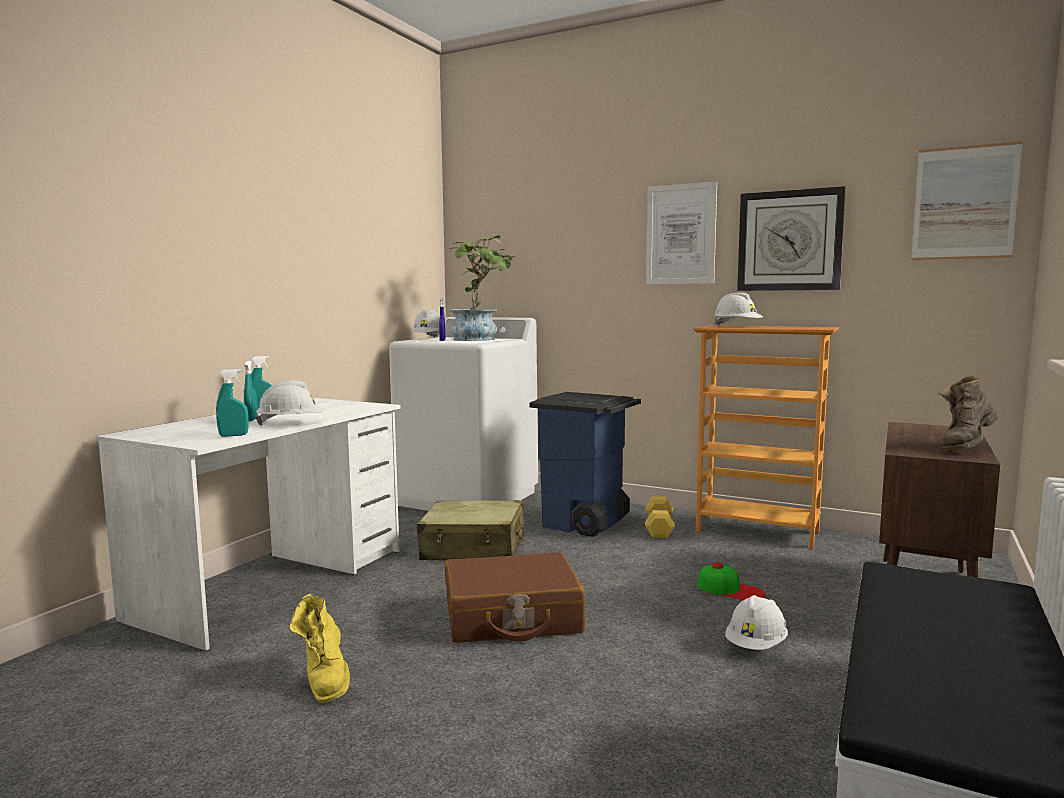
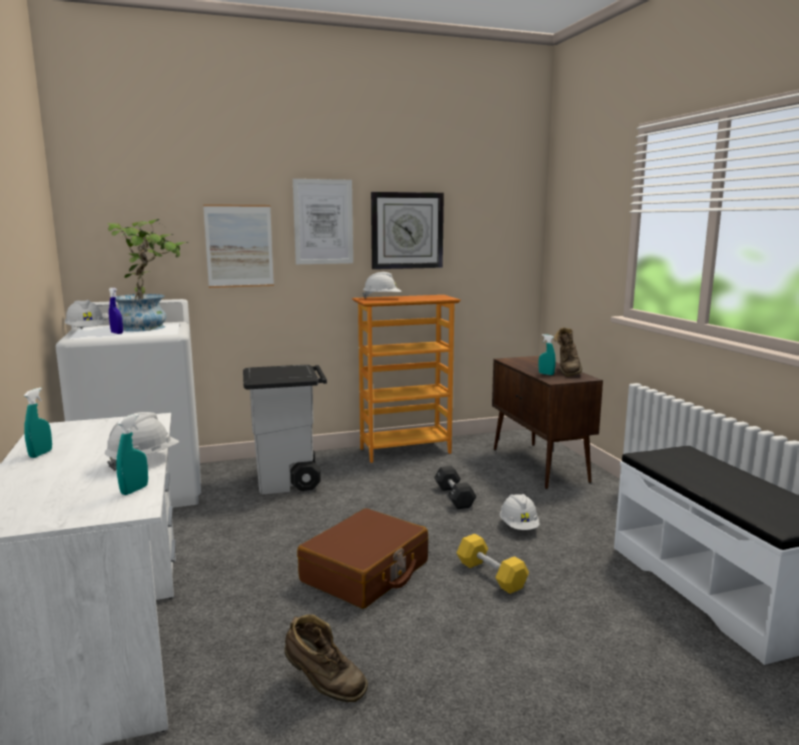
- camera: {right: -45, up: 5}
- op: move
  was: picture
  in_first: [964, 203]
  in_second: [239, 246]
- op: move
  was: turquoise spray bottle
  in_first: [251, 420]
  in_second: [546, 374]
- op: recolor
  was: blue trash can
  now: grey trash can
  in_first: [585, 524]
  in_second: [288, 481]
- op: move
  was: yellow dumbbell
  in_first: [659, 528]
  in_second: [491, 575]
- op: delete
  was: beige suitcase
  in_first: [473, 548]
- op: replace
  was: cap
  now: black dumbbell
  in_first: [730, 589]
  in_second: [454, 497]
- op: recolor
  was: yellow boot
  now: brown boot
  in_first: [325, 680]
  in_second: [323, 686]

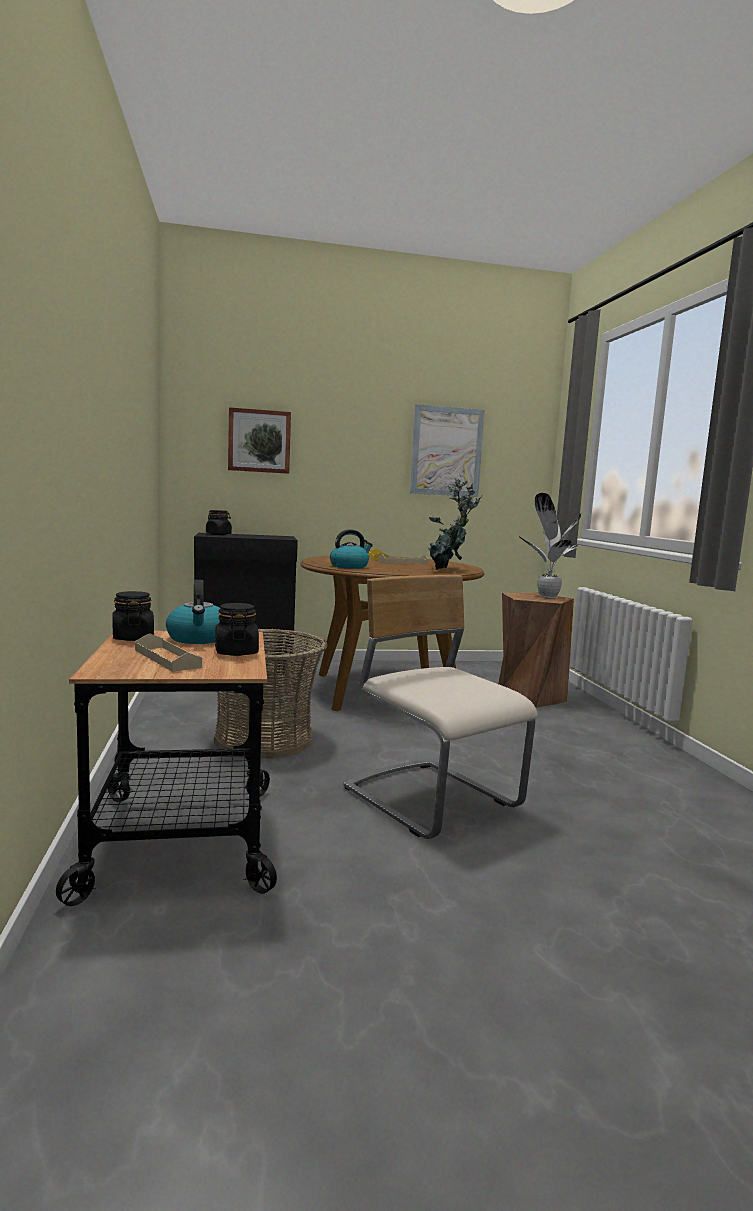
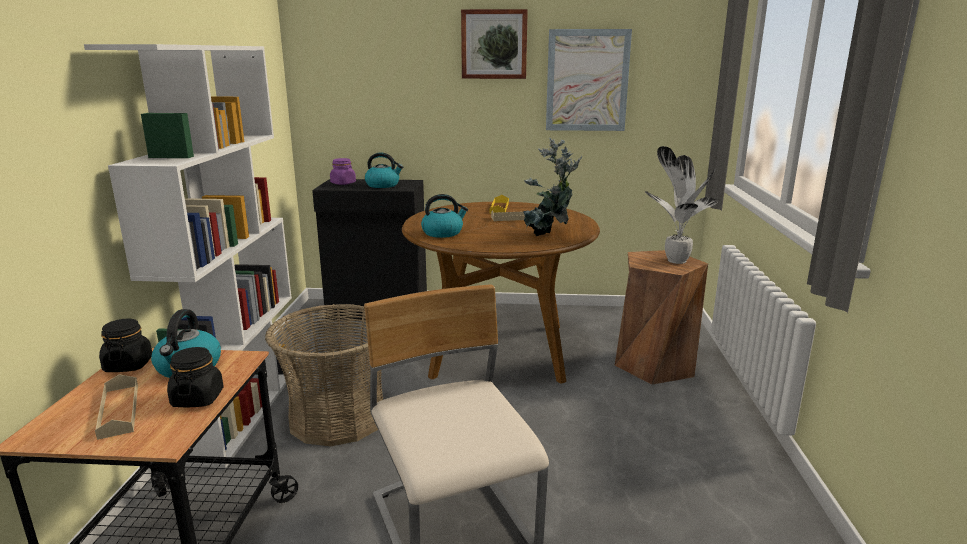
- camera: {right: 15, up: 10}
- op: move
  was: picture
  in_first: [259, 441]
  in_second: [494, 44]
- op: recolor
  was: black jar
  now: purple jar
  in_first: [218, 534]
  in_second: [343, 183]
- op: insert
  now: white bookcase
  in_second: [241, 409]
- op: insert
  now: kettle
  in_second: [383, 185]

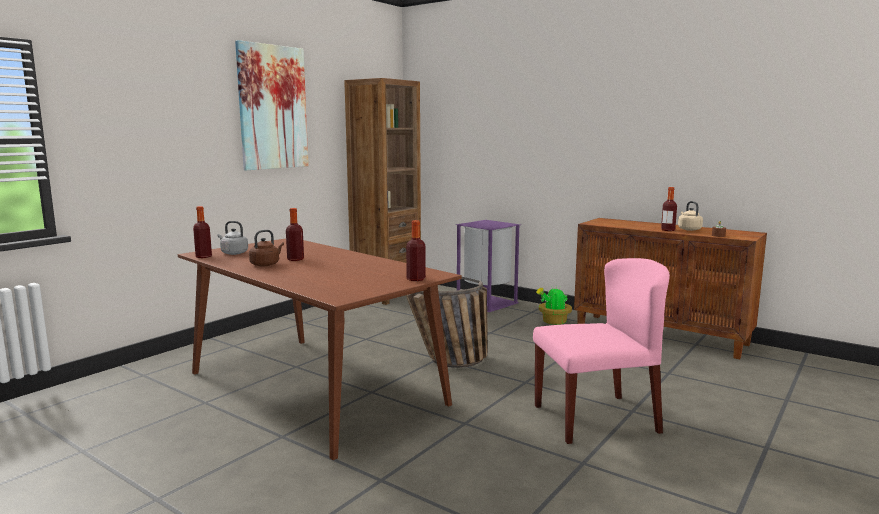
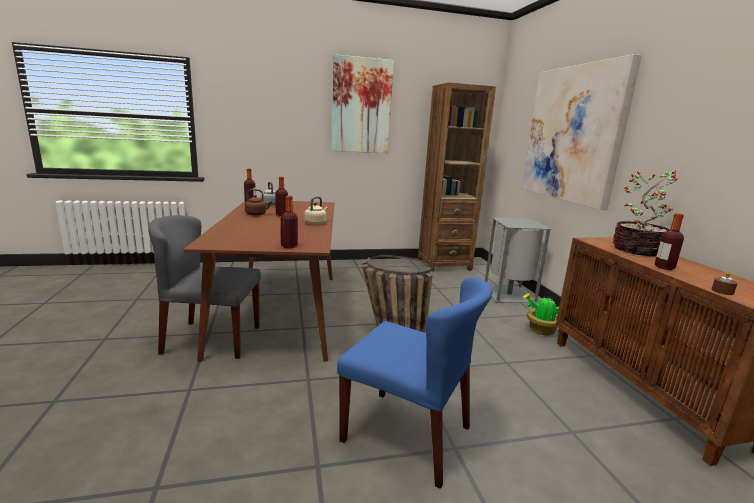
- camera: {right: 40, up: 5}
- op: move
  was: beige kettle
  in_first: [688, 229]
  in_second: [316, 223]
- op: recolor
  was: purple trash can
  now: grey trash can
  in_first: [488, 303]
  in_second: [510, 294]
- op: recolor
  was: pink chair
  now: blue chair
  in_first: [596, 418]
  in_second: [407, 434]
- op: insert
  now: picture
  in_second: [573, 134]
- op: insert
  now: potted plant
  in_second: [638, 250]
- op: insert
  now: grey chair
  in_second: [211, 339]

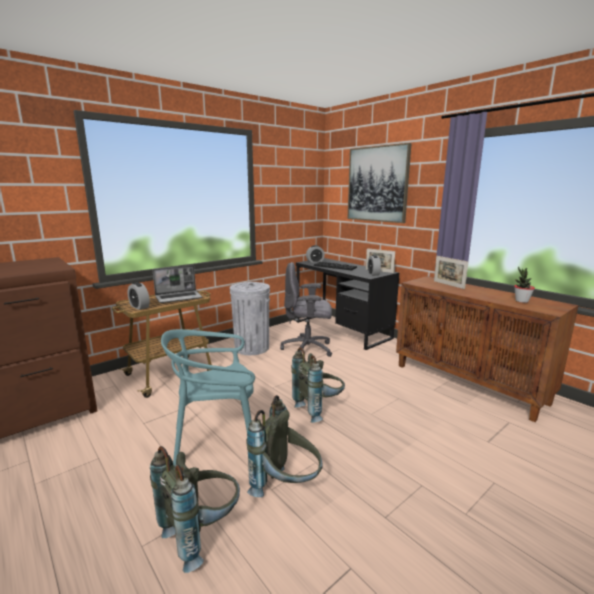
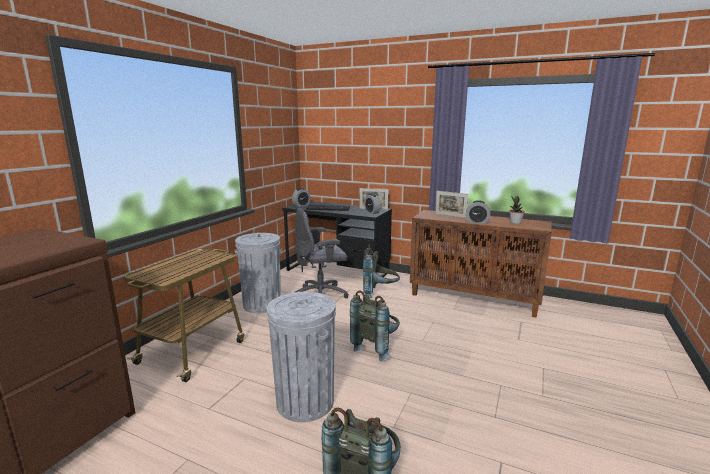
- camera: {right: -25, up: 0}
- op: delete
  was: picture
  in_first: [377, 184]
- op: delete
  was: laptop
  in_first: [179, 297]
- op: move
  was: alarm clock
  in_first: [139, 307]
  in_second: [477, 222]
- op: replace
  was: turquoise chair
  now: grey trash can
  in_first: [216, 440]
  in_second: [305, 402]
- op: move
  was: grey backpack
  in_first: [287, 487]
  in_second: [379, 294]

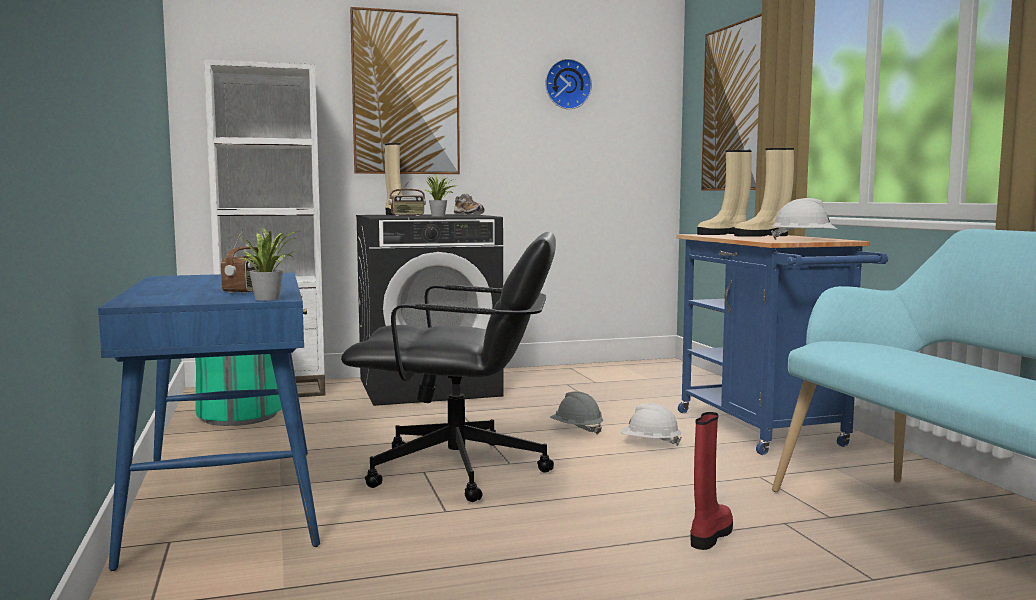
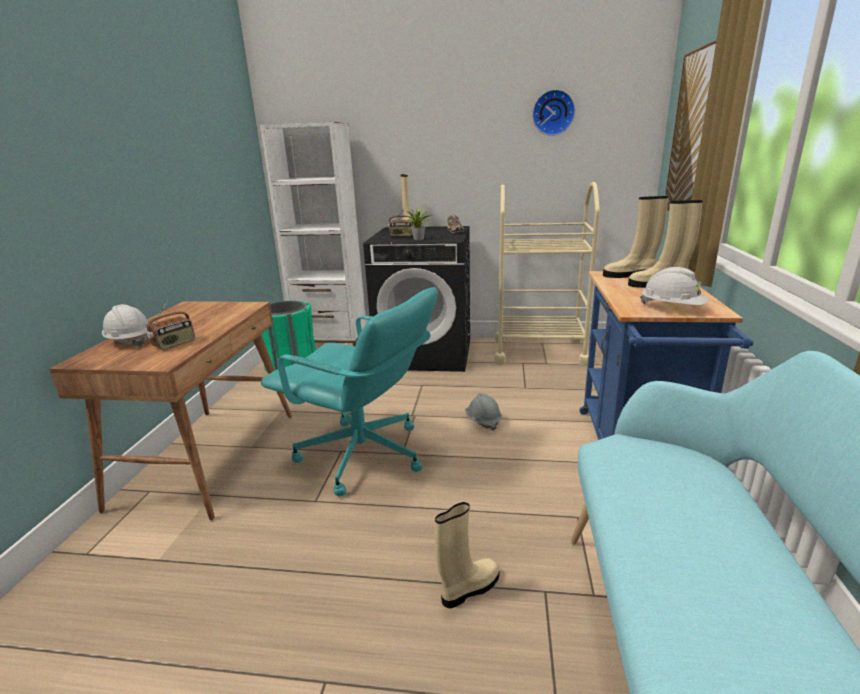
- camera: {right: 25, up: 15}
- op: delete
  was: picture
  in_first: [406, 93]
- op: delete
  was: potted plant
  in_first: [270, 298]
- op: recolor
  was: black office chair
  now: turquoise office chair
  in_first: [459, 471]
  in_second: [363, 456]
- op: recolor
  was: blue desk
  now: brown desk
  in_first: [225, 502]
  in_second: [209, 457]
- op: move
  was: white hard hat
  in_first: [650, 443]
  in_second: [129, 341]
- op: recolor
  was: red boot
  now: beige boot
  in_first: [710, 535]
  in_second: [469, 588]
- op: insert
  now: beige cart
  in_second: [539, 351]

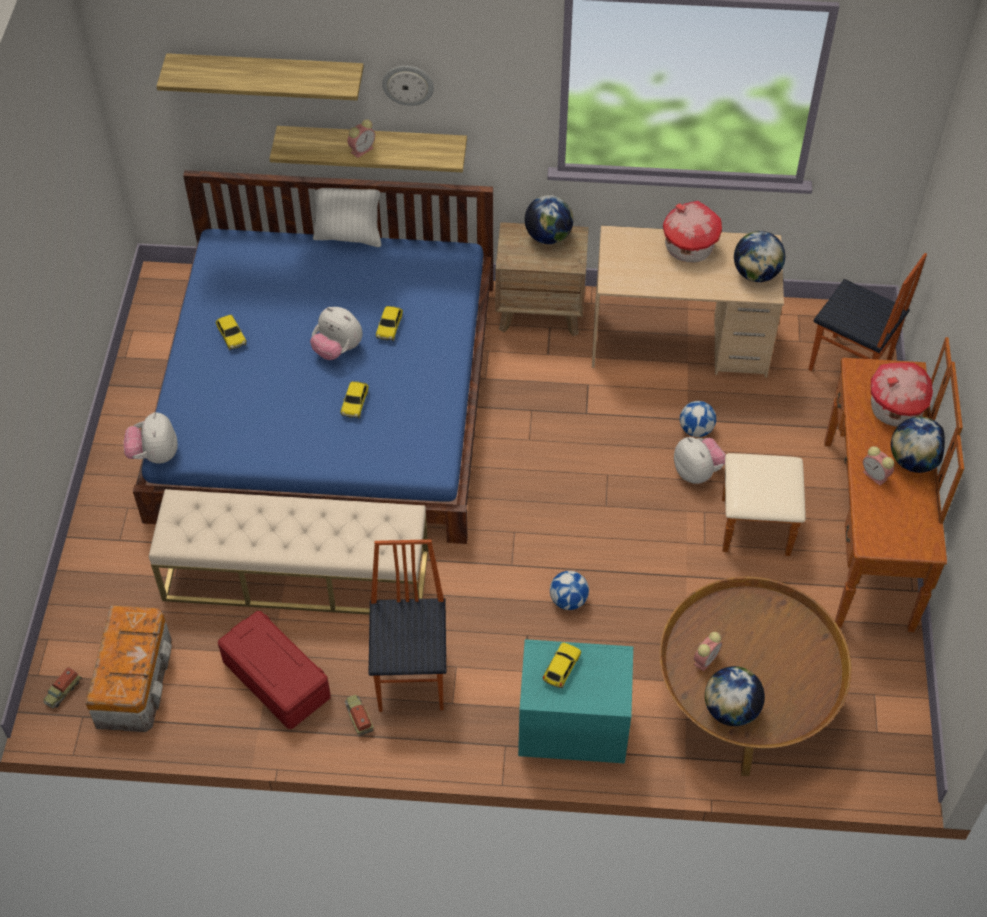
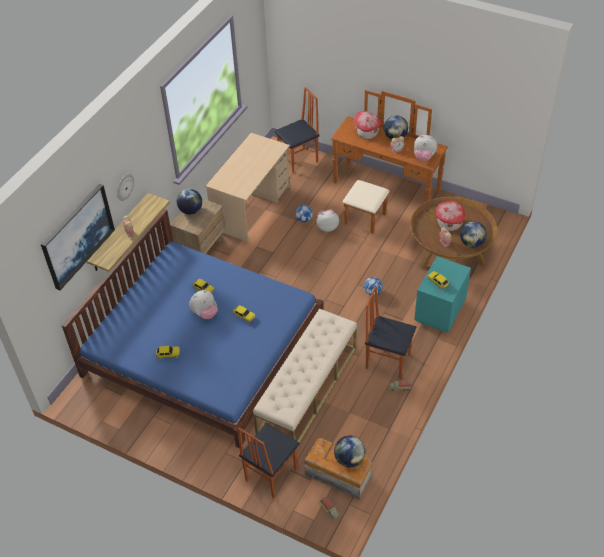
- camera: {right: -65, up: -5}
- op: replace
  was: shelf
  now: picture
  in_first: [266, 74]
  in_second: [77, 235]
- op: delete
  was: white pillow
  in_first: [349, 236]
- op: move
  was: toy house
  in_first: [688, 247]
  in_second: [449, 223]
- op: move
  was: globe
  in_first: [756, 274]
  in_second: [349, 459]
- op: move
  was: plush toy
  in_first: [155, 455]
  in_second: [424, 157]
- op: delete
  was: red storage box
  in_first: [275, 680]
- op: insert
  now: chair
  in_second: [270, 474]

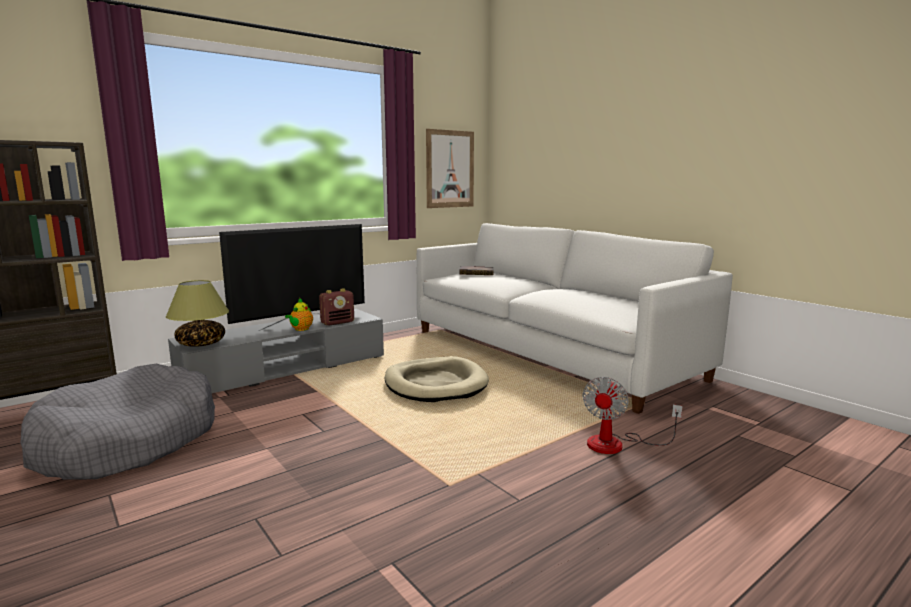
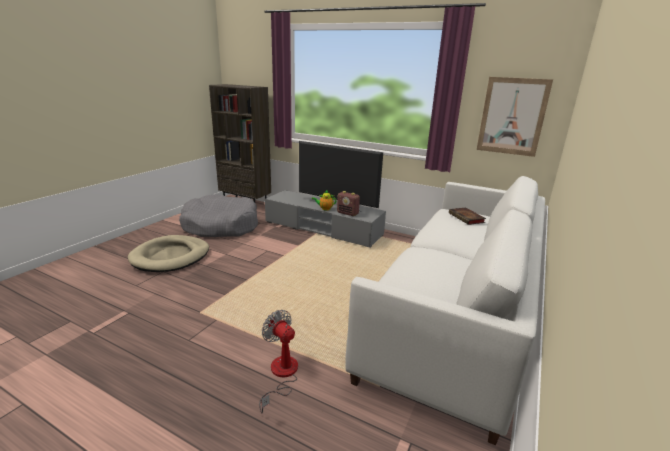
- camera: {right: 65, up: 10}
- op: delete
  was: table lamp
  in_first: [201, 343]
- op: move
  was: beige dog bed
  in_first: [435, 384]
  in_second: [171, 256]
- op: rotate
  was: fan
  in_first: [617, 444]
  in_second: [281, 375]
  clockwise: 45

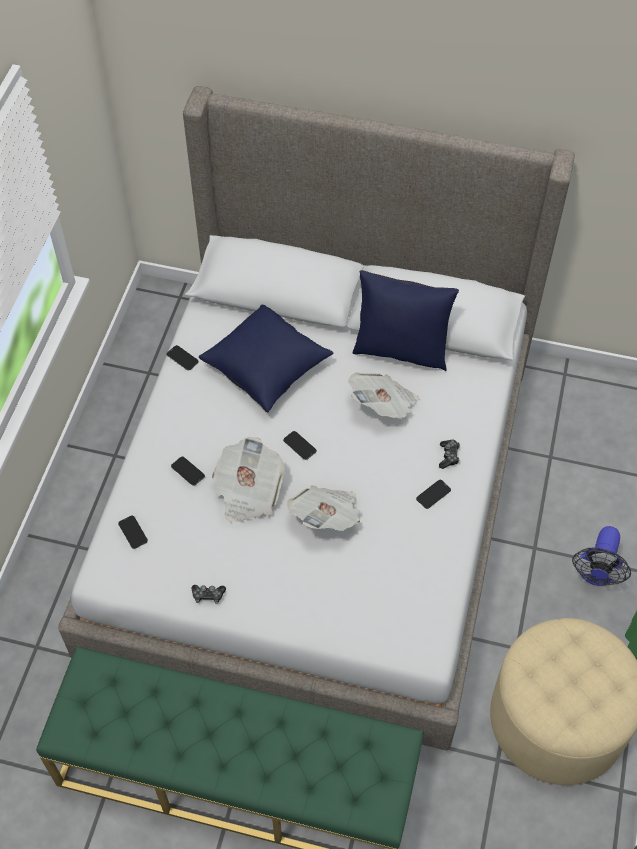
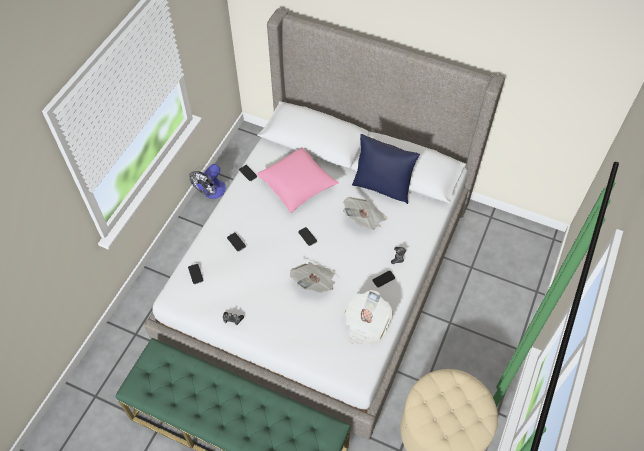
- camera: {right: 10, up: 0}
- op: recolor
  was: blue pillow
  now: pink pillow
  in_first: [267, 367]
  in_second: [297, 186]
- op: move
  was: newspaper
  in_first: [248, 492]
  in_second: [365, 325]
- op: move
  was: fan
  in_first: [596, 574]
  in_second: [211, 192]

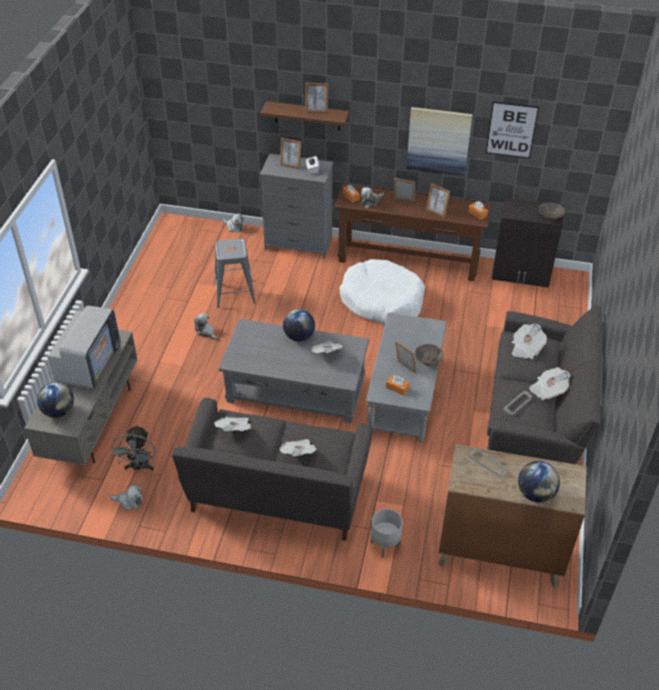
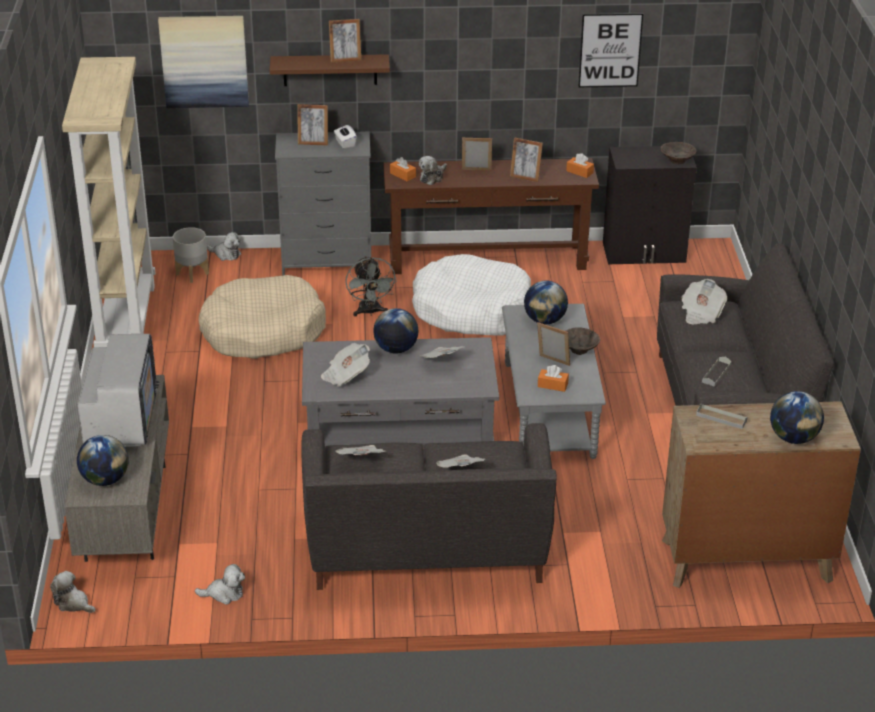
- camera: {right: -15, up: -10}
- op: move
  was: picture
  in_first: [438, 141]
  in_second: [204, 61]
- op: replace
  was: grey stool
  now: beige dog bed
  in_first: [234, 293]
  in_second: [262, 331]
- op: move
  was: plush toy
  in_first: [206, 332]
  in_second: [73, 603]
- op: move
  was: newspaper
  in_first: [547, 390]
  in_second: [345, 375]
- op: move
  was: grey fan
  in_first: [139, 467]
  in_second: [370, 312]
- op: move
  was: grey planter
  in_first: [385, 545]
  in_second: [192, 274]
- op: insert
  now: beige bookcase
  in_second: [126, 321]
- op: insert
  now: globe
  in_second: [545, 320]

